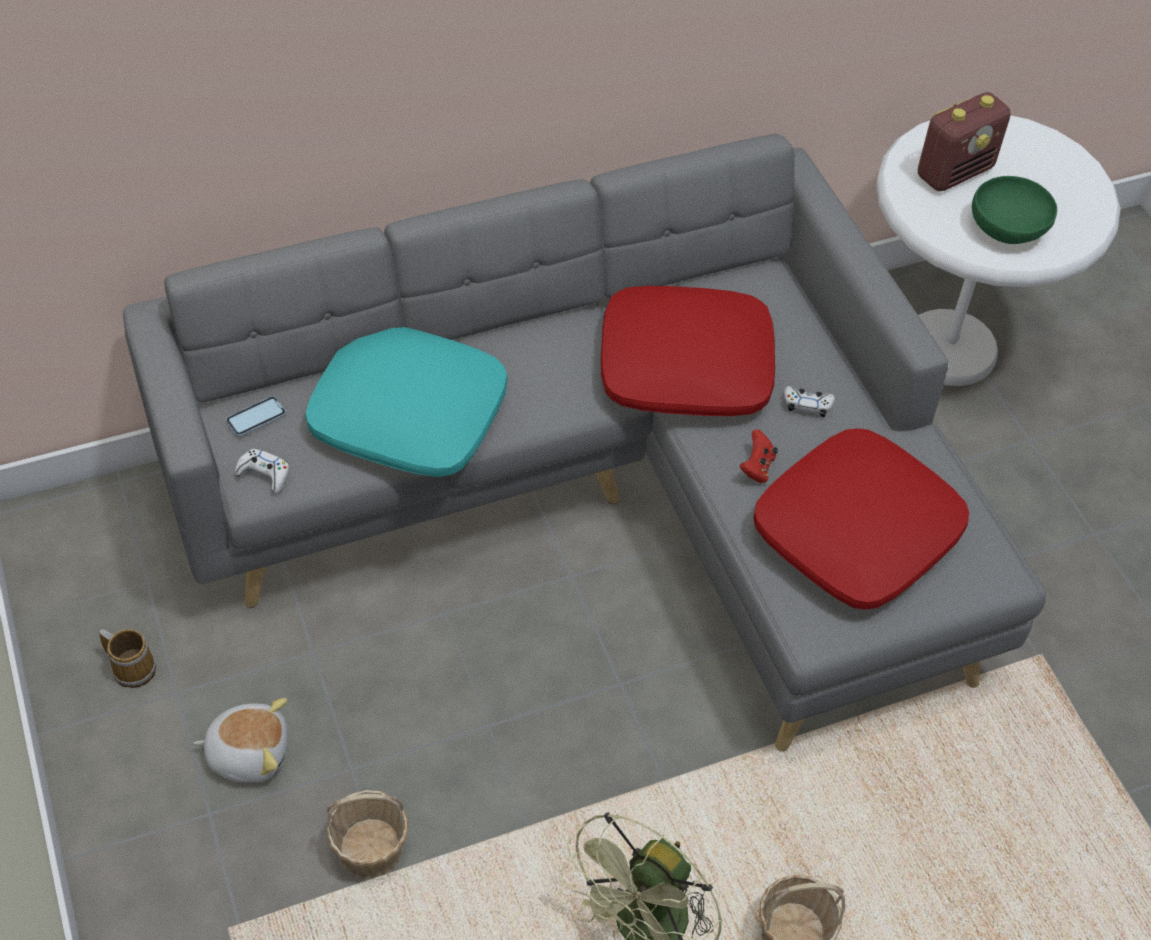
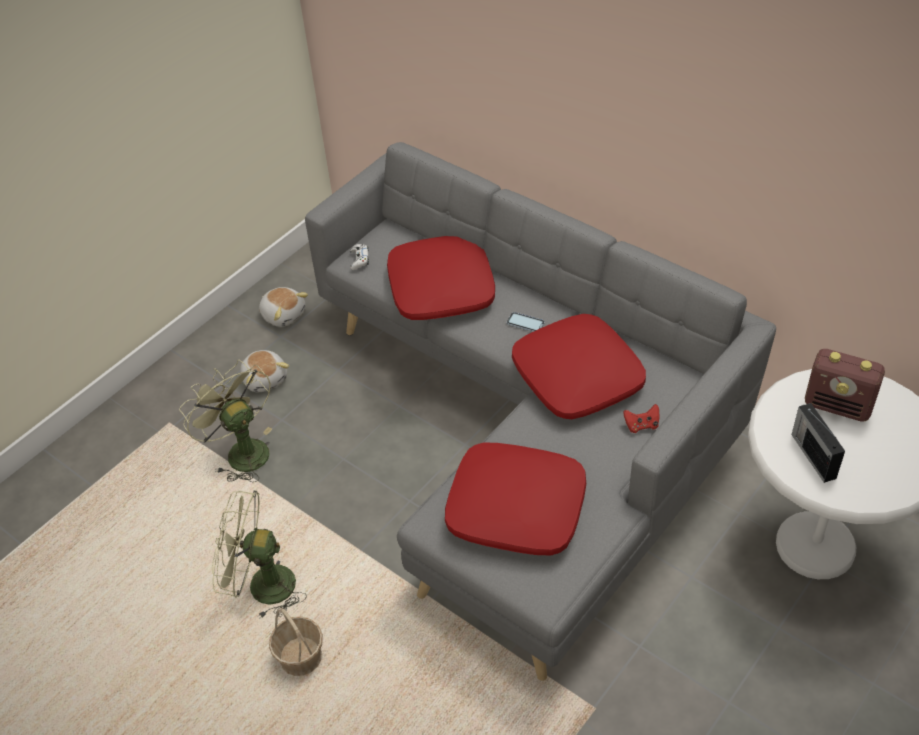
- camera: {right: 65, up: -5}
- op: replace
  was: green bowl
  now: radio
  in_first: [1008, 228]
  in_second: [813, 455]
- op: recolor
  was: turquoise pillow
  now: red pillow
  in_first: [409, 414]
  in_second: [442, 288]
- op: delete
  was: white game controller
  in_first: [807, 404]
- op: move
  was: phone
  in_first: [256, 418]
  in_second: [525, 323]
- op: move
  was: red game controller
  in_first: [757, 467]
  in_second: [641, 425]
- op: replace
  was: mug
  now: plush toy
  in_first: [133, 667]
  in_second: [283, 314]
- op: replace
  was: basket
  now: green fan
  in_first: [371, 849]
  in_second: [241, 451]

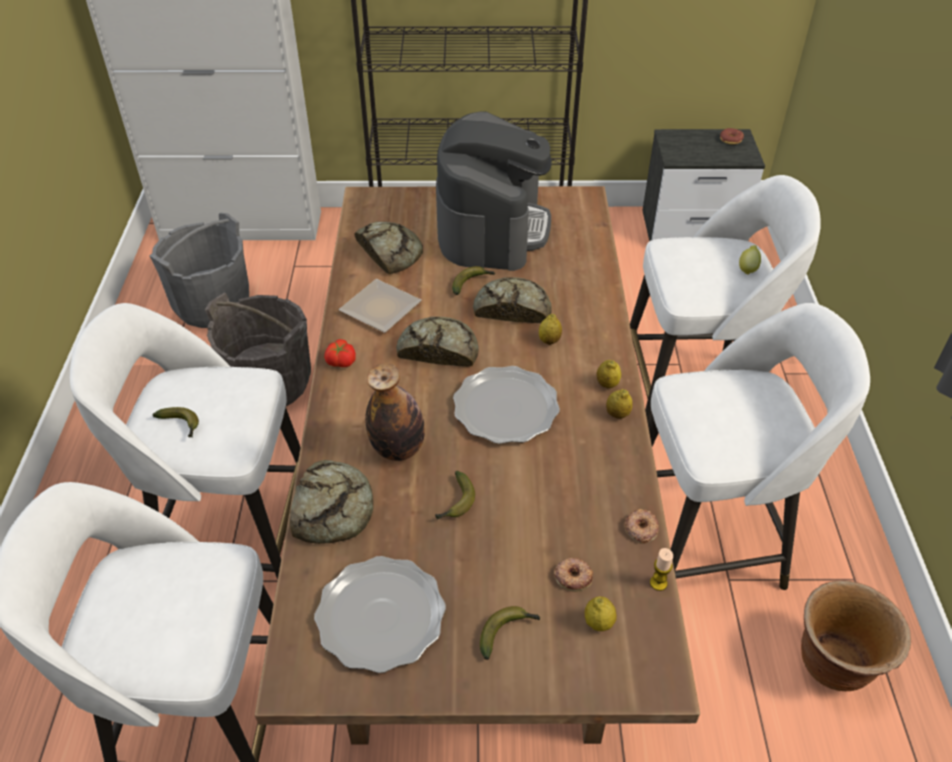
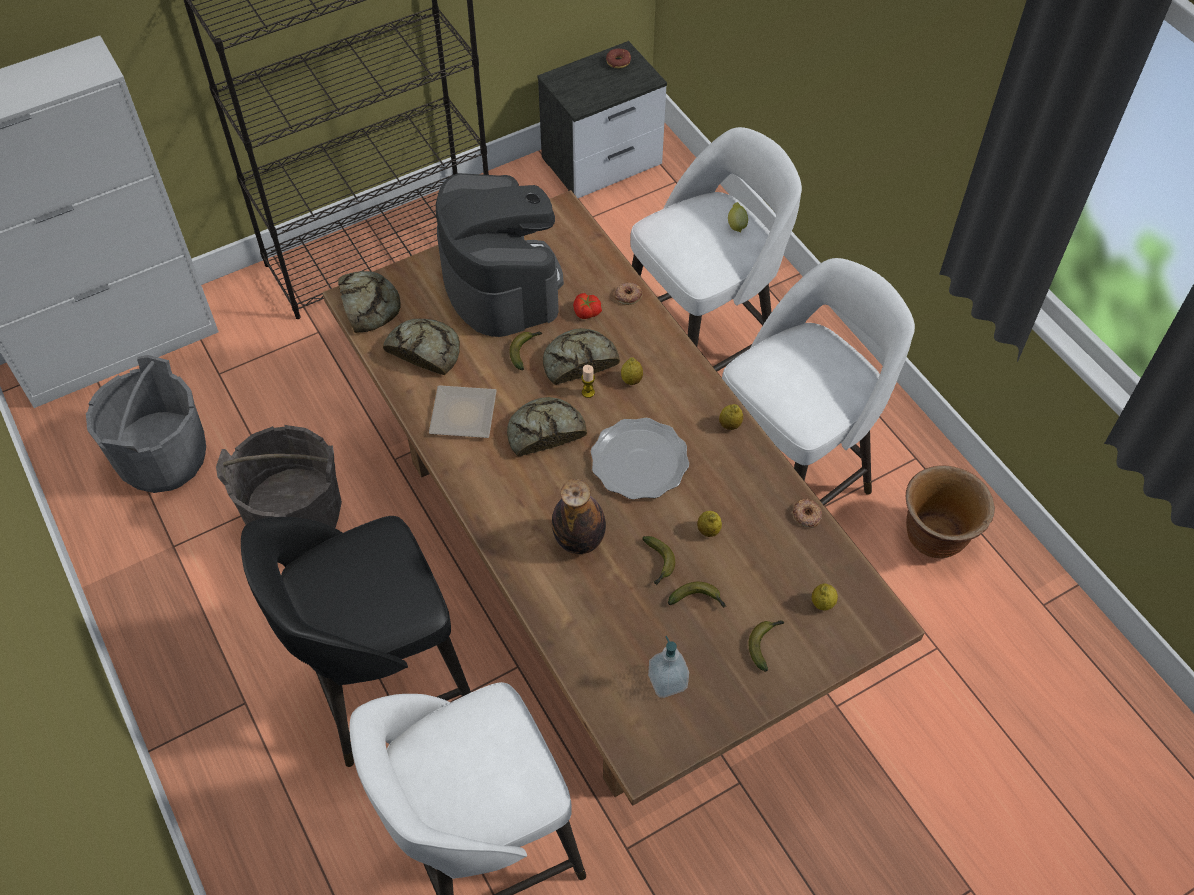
- camera: {right: -30, up: 10}
- op: recolor
  was: white stool
  now: black stool
  in_first: [234, 537]
  in_second: [382, 683]
- op: move
  was: tomato
  in_first: [340, 362]
  in_second: [586, 313]
- op: move
  was: lemon
  in_first: [607, 384]
  in_second: [708, 531]
- op: move
  was: banana
  in_first: [181, 425]
  in_second: [698, 600]
- op: move
  was: bread
  in_first: [334, 507]
  in_second: [368, 304]
- op: move
  was: candle
  in_first: [658, 583]
  in_second: [588, 392]
- op: replace
  was: plate
  now: soap dispenser
  in_first: [380, 616]
  in_second: [667, 681]
- op: move
  was: donut
  in_first: [573, 576]
  in_second: [628, 295]

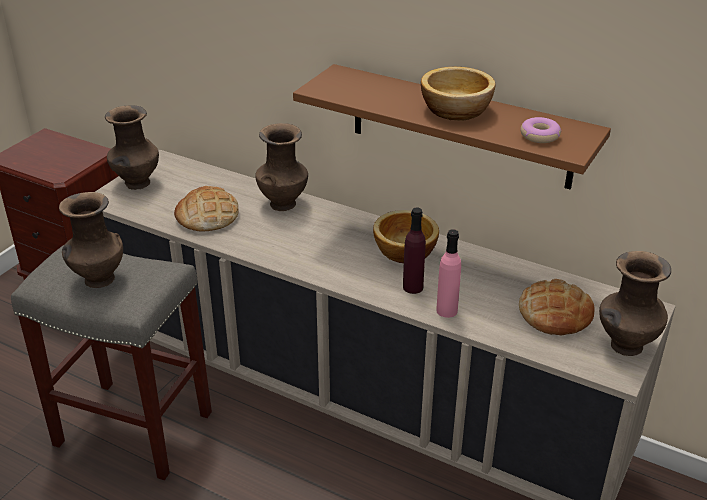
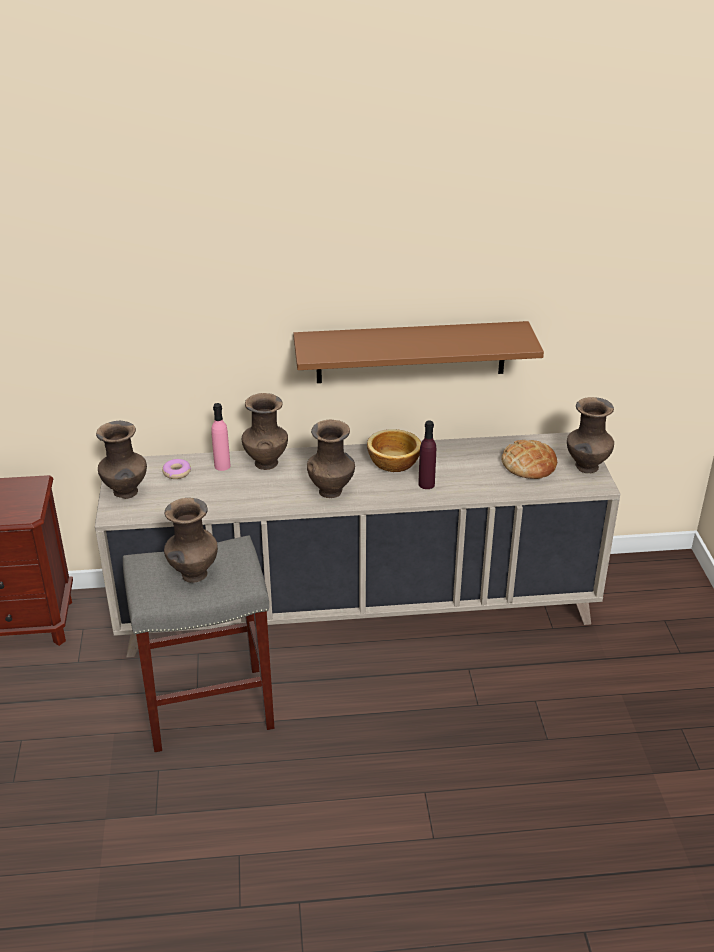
- camera: {right: -35, up: 0}
- op: delete
  was: bowl
  in_first: [457, 110]
- op: move
  was: donut
  in_first: [540, 136]
  in_second: [177, 472]
- op: delete
  was: bread
  in_first: [207, 215]
- op: move
  was: pink bottle
  in_first: [446, 310]
  in_second: [222, 466]
- op: insert
  now: brown vase
  in_second: [331, 491]

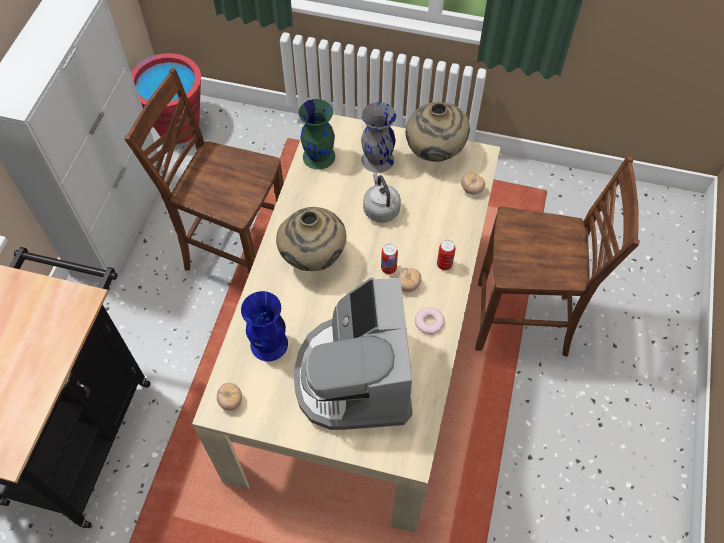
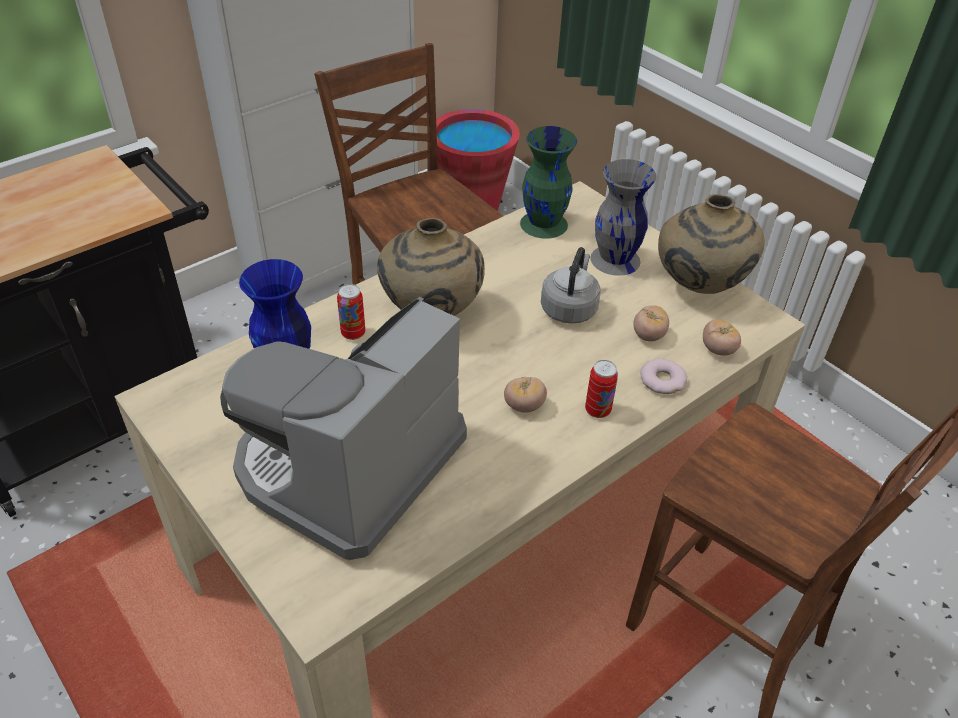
- camera: {right: 35, up: -15}
- op: move
  was: can
  in_first: [388, 268]
  in_second: [353, 333]
- op: move
  was: donut
  in_first: [429, 322]
  in_second: [662, 380]
- op: move
  was: tomato
  in_first: [231, 401]
  in_second: [648, 335]

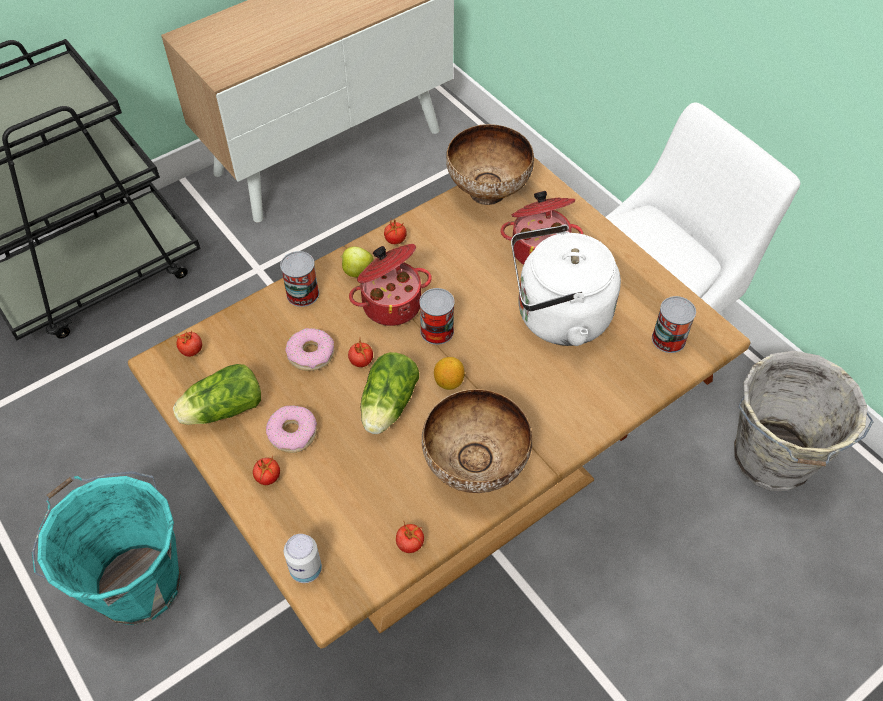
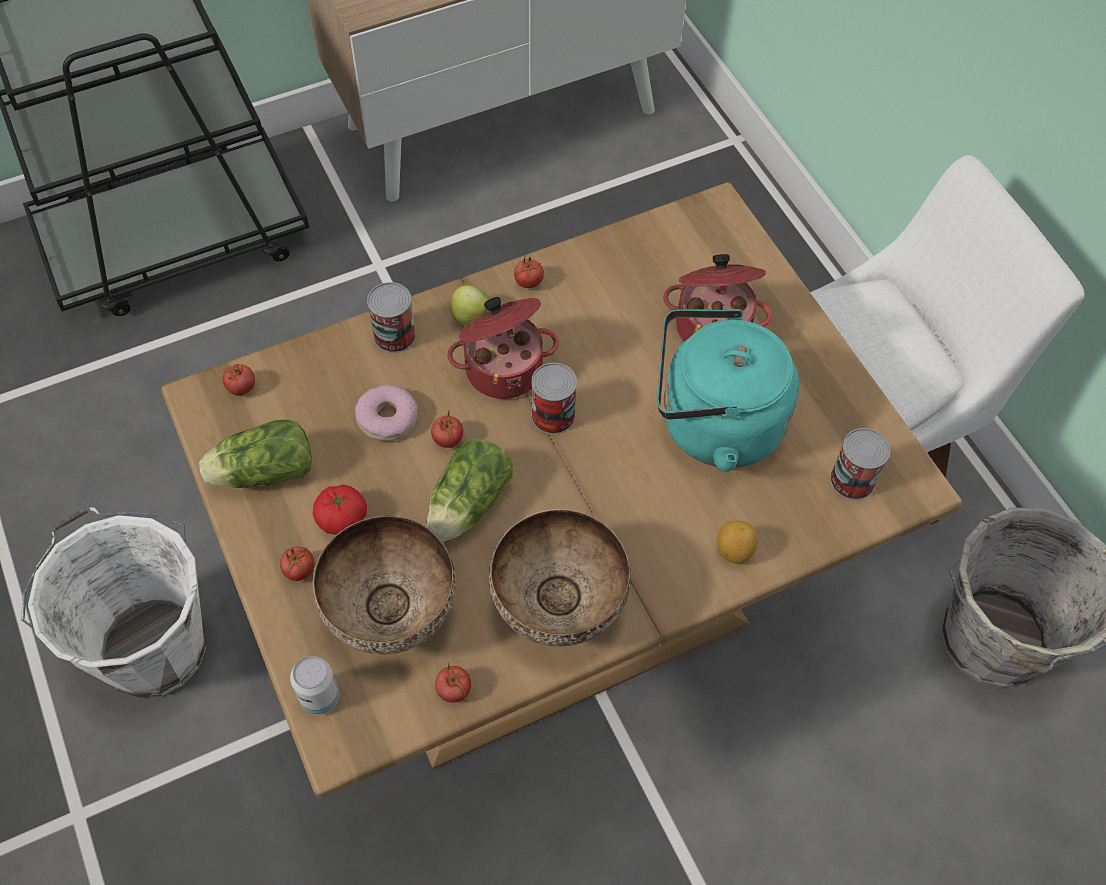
- camera: {right: 10, up: 5}
- op: move
  was: bowl
  in_first: [489, 192]
  in_second: [392, 614]
- op: recolor
  was: white kettle
  now: turquoise kettle
  in_first: [557, 318]
  in_second: [712, 424]
- op: move
  was: lemon
  in_first: [449, 382]
  in_second: [734, 551]
- op: replace
  was: donut
  now: tomato
  in_first: [293, 433]
  in_second: [342, 519]
- op: recolor
  was: turquoise bucket
  now: white bucket
  in_first: [136, 582]
  in_second: [151, 644]

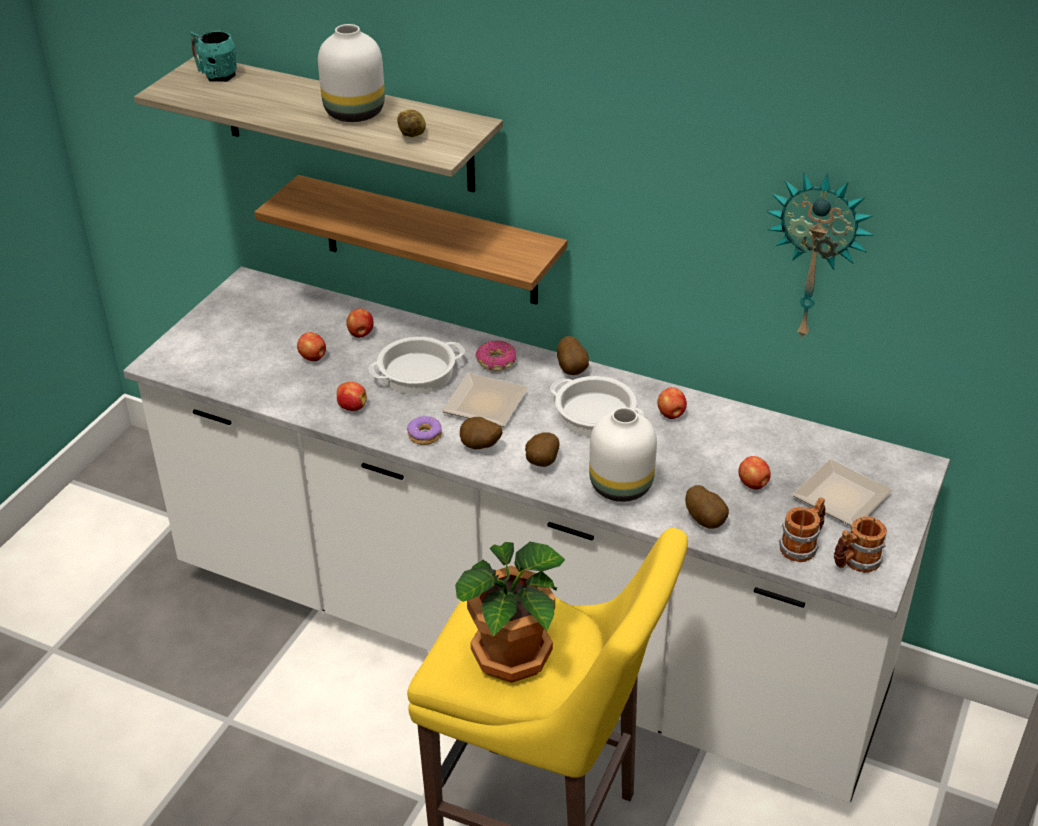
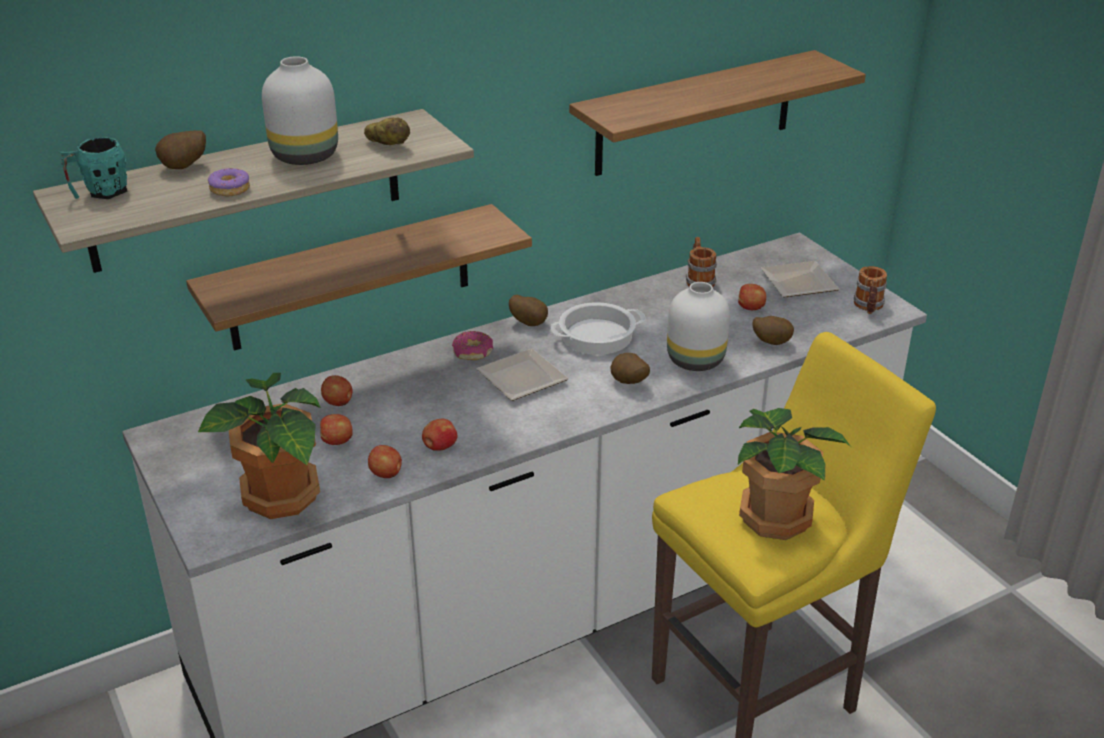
- camera: {right: -55, up: -5}
- op: replace
  was: wall clock
  now: shelf
  in_first: [816, 256]
  in_second: [695, 113]
- op: delete
  was: cooking pot
  in_first: [417, 373]
- op: move
  was: apple
  in_first: [671, 414]
  in_second: [386, 474]
- op: move
  was: donut
  in_first: [425, 435]
  in_second: [230, 189]
- op: move
  was: potato
  in_first: [480, 447]
  in_second: [185, 168]
- op: move
  was: mug
  in_first: [803, 545]
  in_second: [698, 280]
- op: insert
  now: potted plant
  in_second: [280, 498]

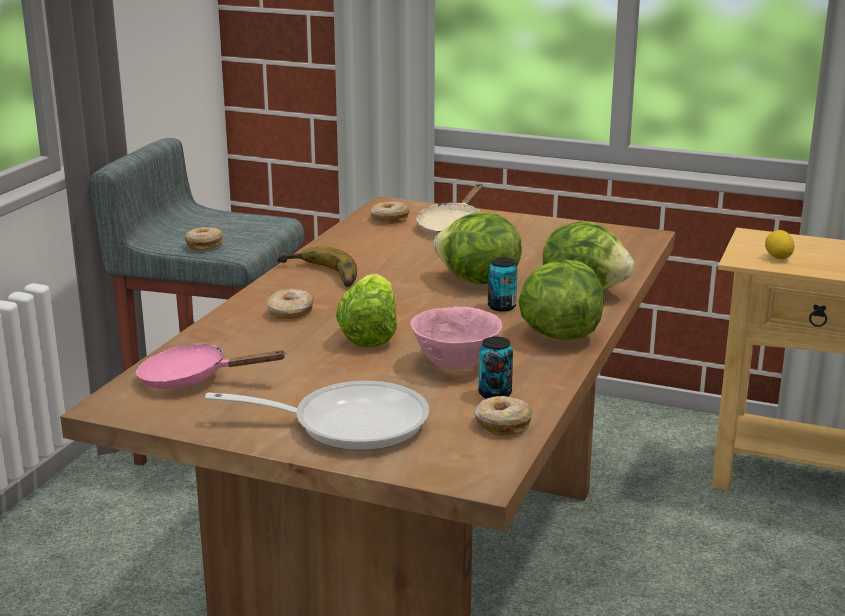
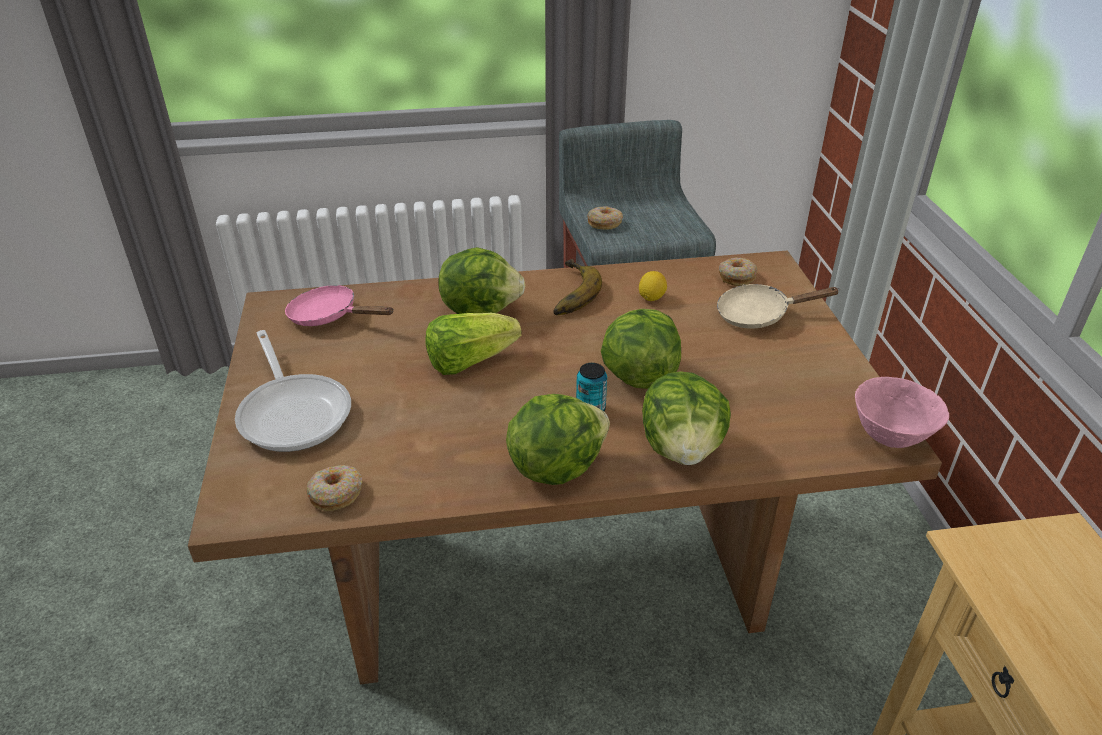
- camera: {right: 60, up: 15}
- op: move
  was: lemon
  in_first: [778, 257]
  in_second: [651, 298]
- op: replace
  was: donut
  now: lettuce
  in_first: [290, 312]
  in_second: [480, 309]
- op: move
  was: pink bowl
  in_first: [456, 364]
  in_second: [890, 437]
- op: delete
  was: can
  in_first: [495, 394]
- op: rotate
  was: pink frying pan
  in_first: [192, 379]
  in_second: [330, 316]
  clockwise: -45

